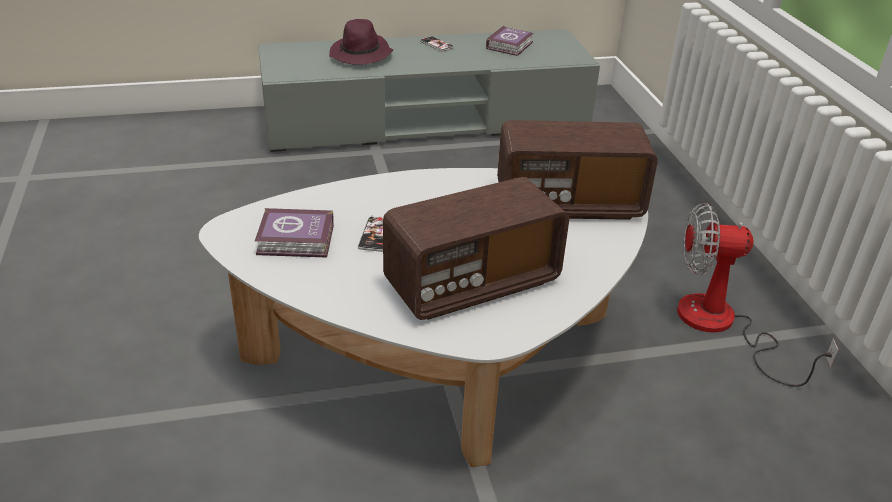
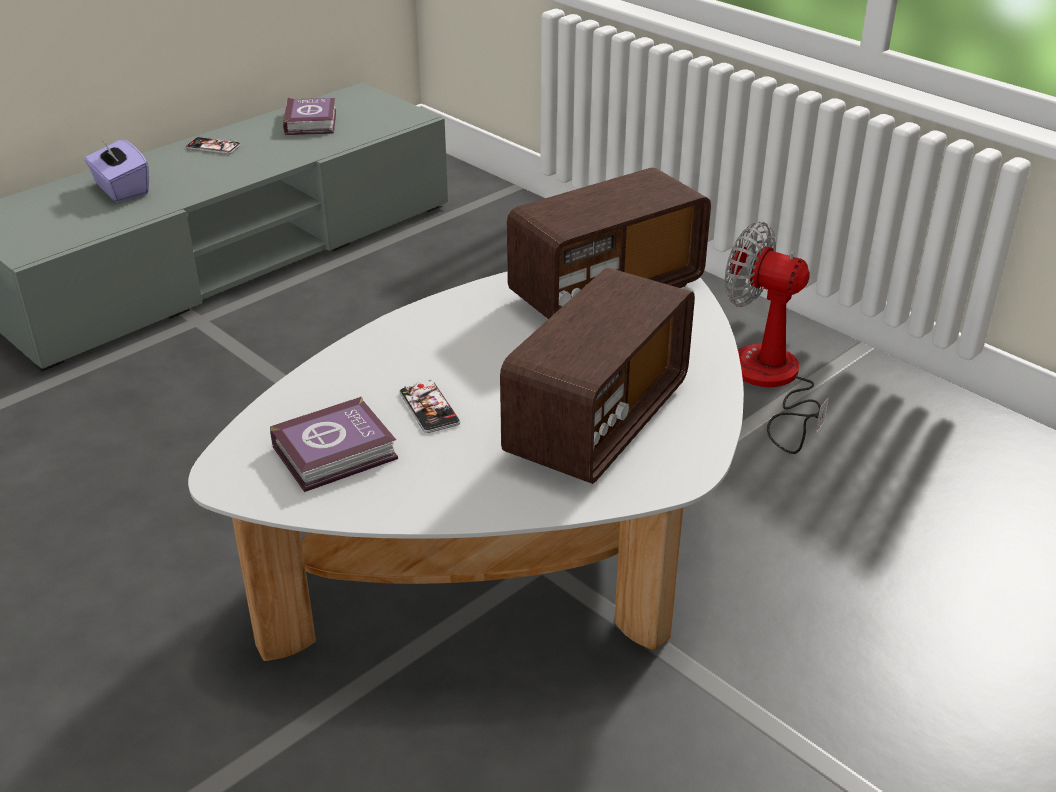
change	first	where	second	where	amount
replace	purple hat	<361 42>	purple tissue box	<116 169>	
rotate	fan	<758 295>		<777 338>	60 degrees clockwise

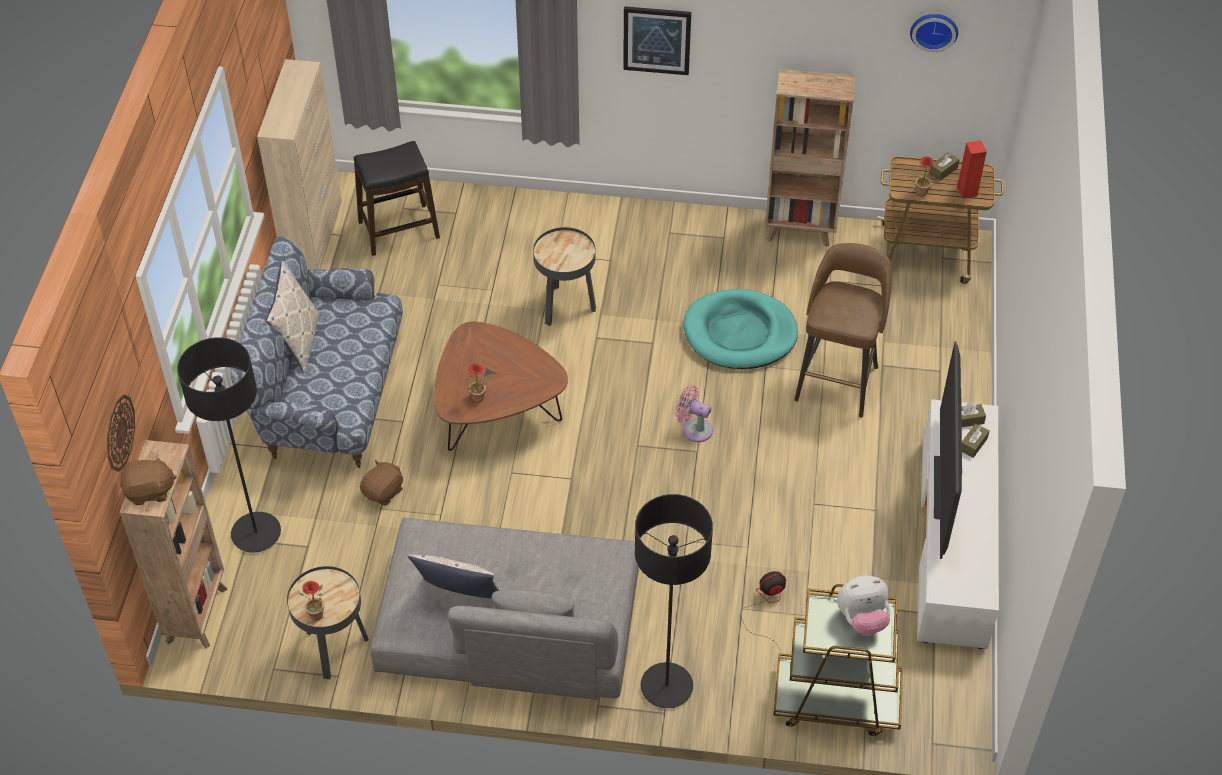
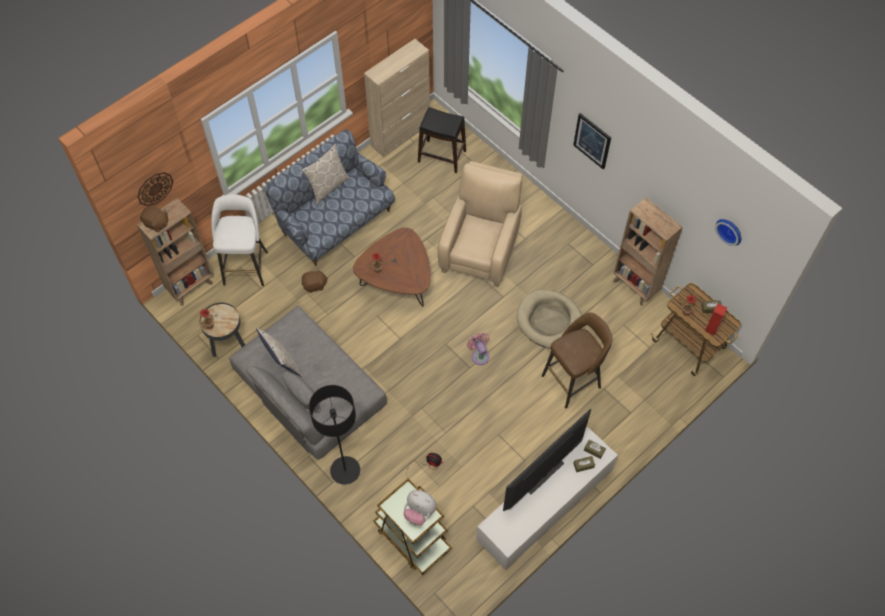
change	first	where	second	where	amount
replace	black floor lamp	<229 444>	white stool	<239 240>	
replace	black side table	<564 276>	beige armchair	<480 224>	
recolor	turquoise dog bed	<741 329>	beige dog bed	<550 319>	

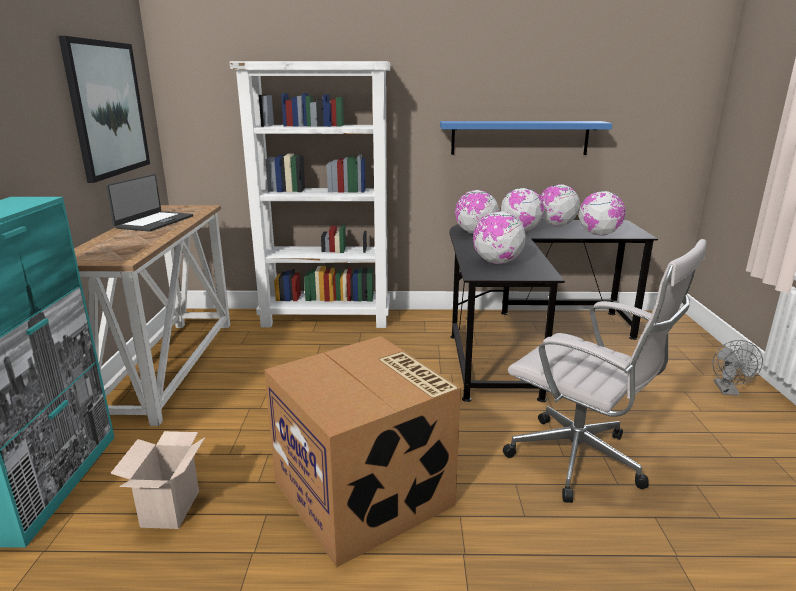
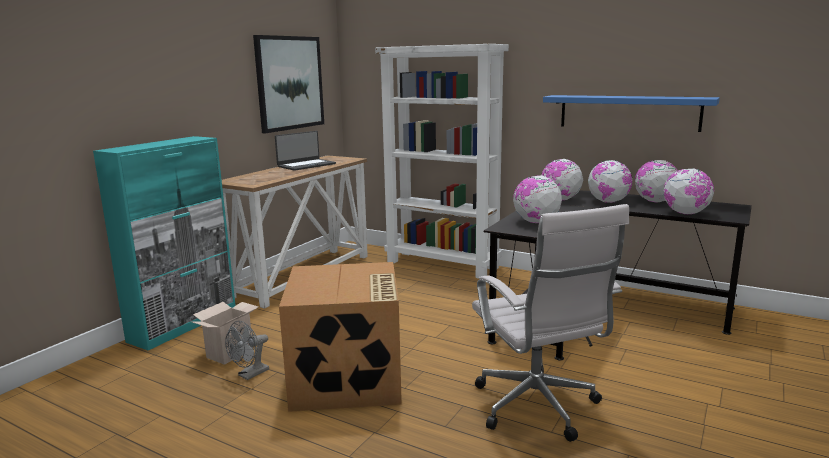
change	first	where	second	where	amount
move	grey fan	<737 368>		<247 350>	

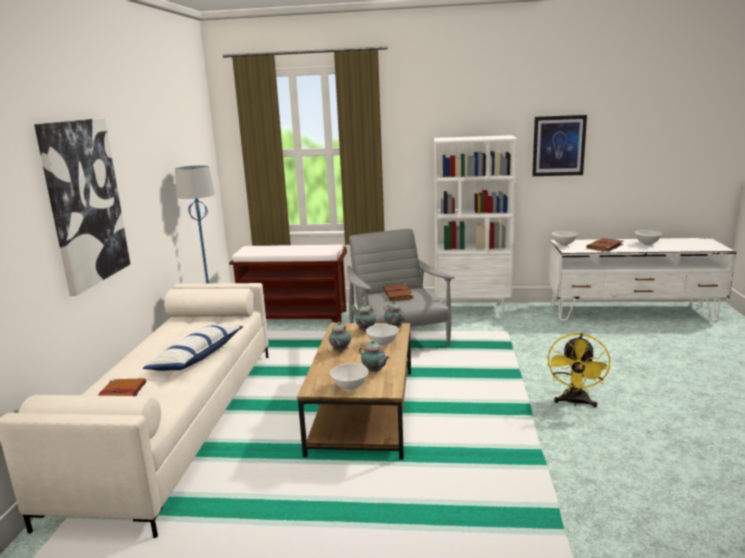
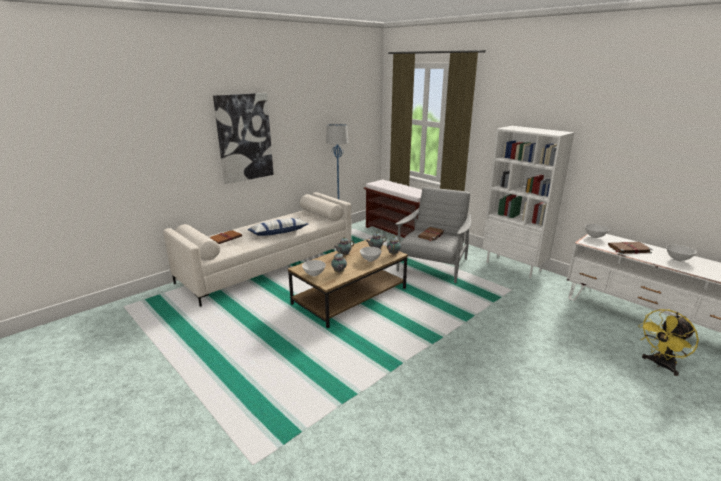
change	first	where	second	where	amount
delete	picture	<559 145>			
move	yellow fan	<579 370>		<668 342>	

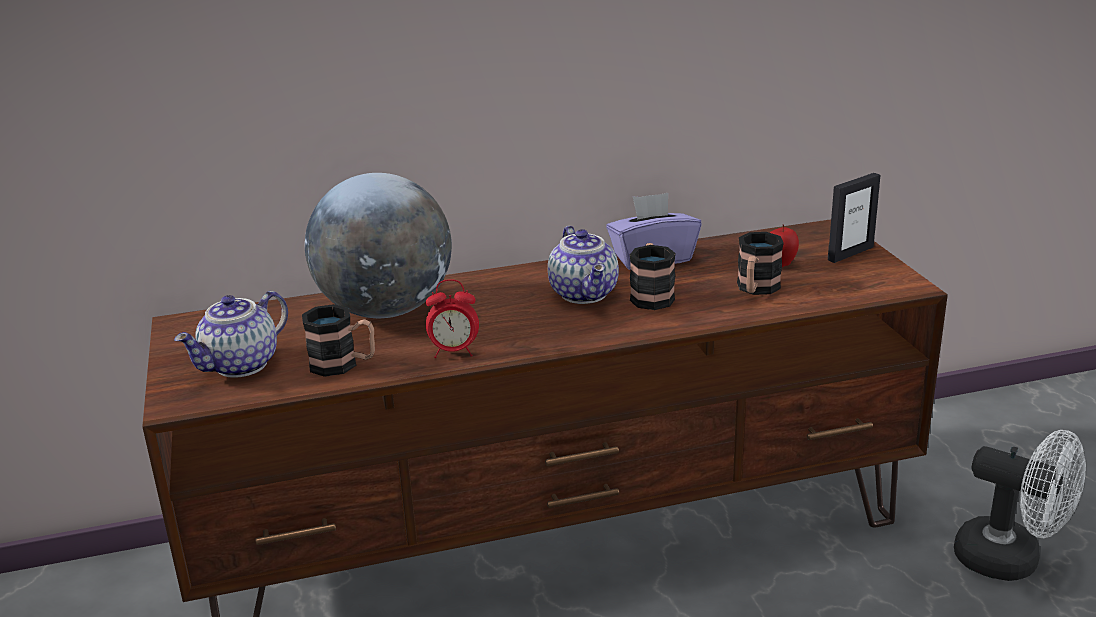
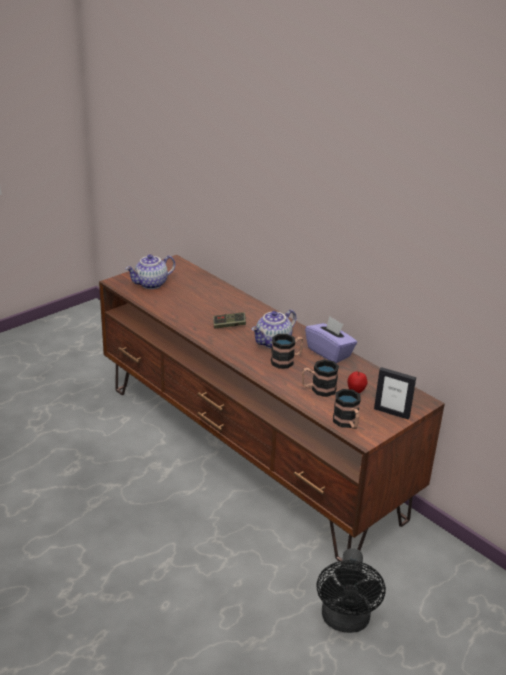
change	first	where	second	where	amount
rotate	teapot	<231 334>		<150 271>	45 degrees counterclockwise
move	mug	<338 340>		<347 409>	
delete	globe	<378 245>			
delete	alarm clock	<452 318>			
recolor	white fan	<1020 505>	black fan	<351 590>	
insert			game controller	<229 320>	

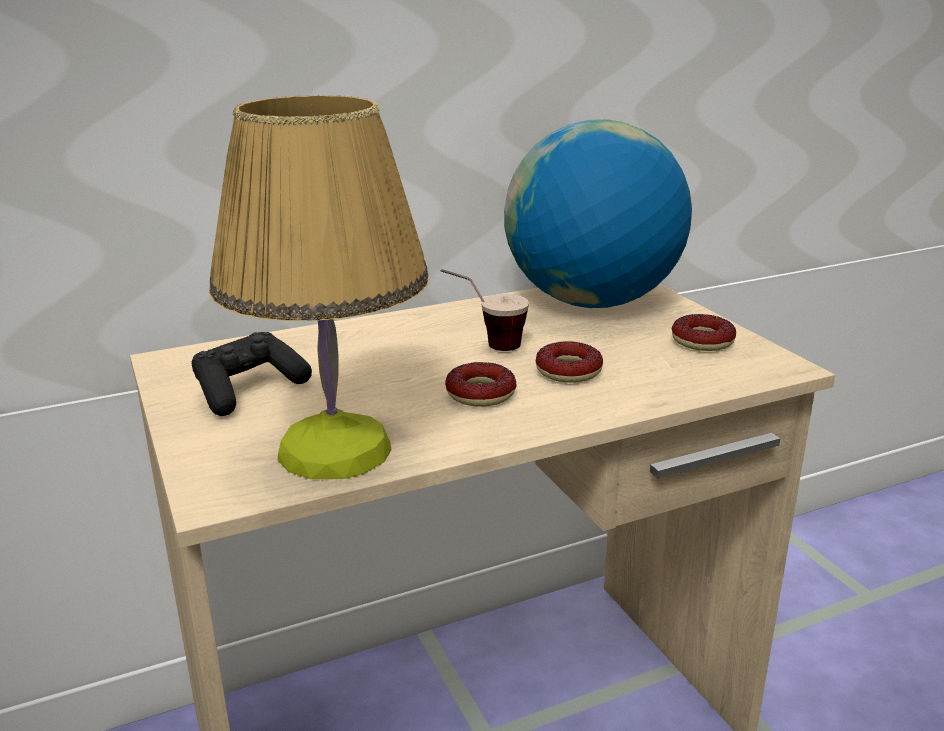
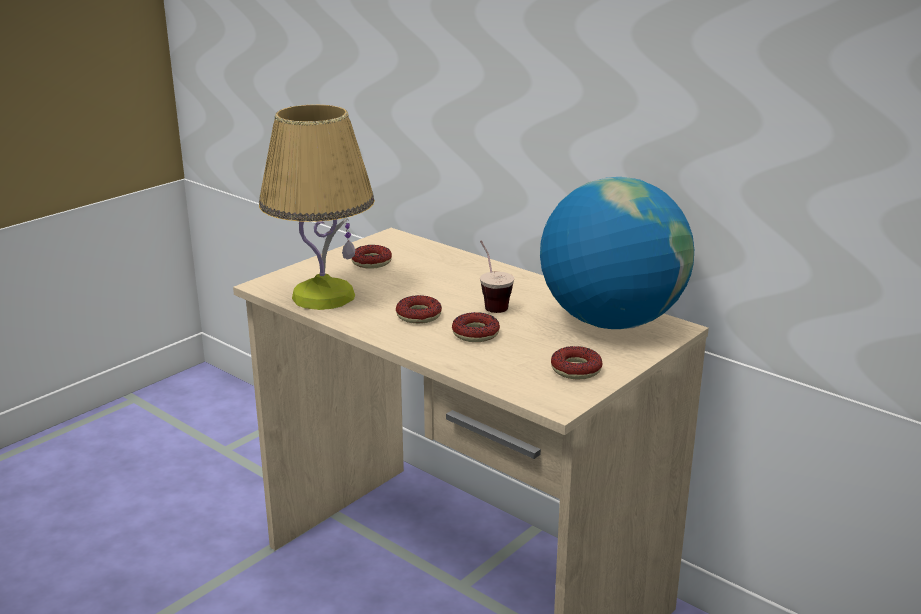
change	first	where	second	where	amount
replace	black game controller	<252 374>	donut	<371 257>	

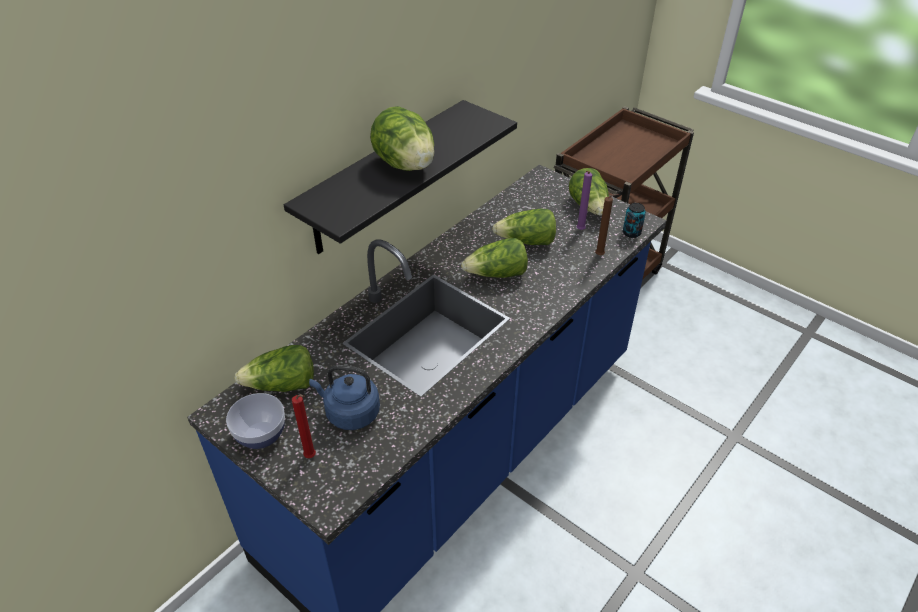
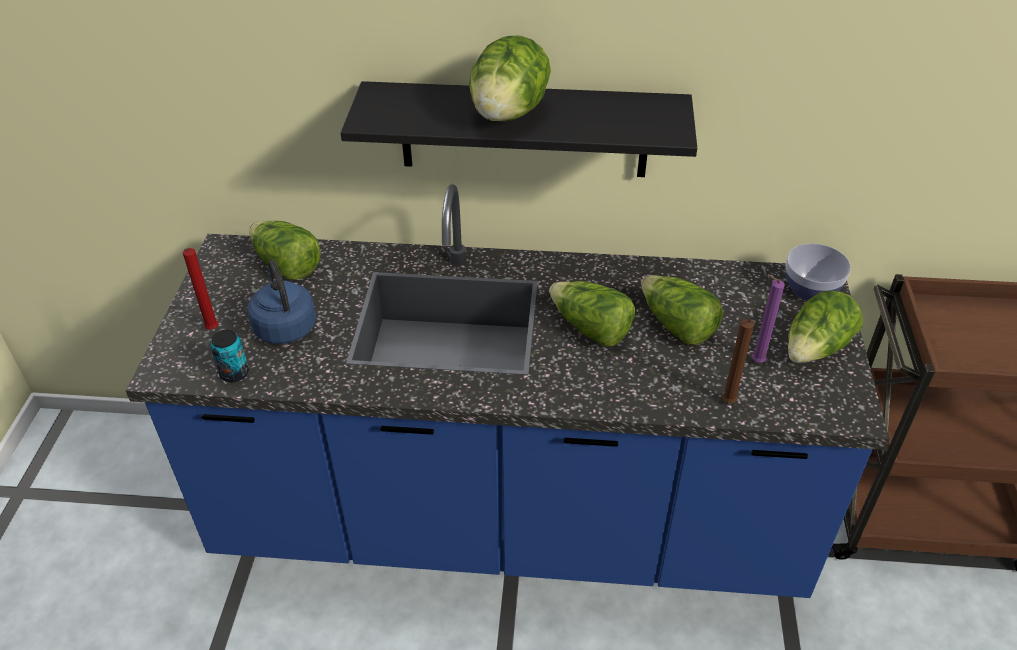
change	first	where	second	where	amount
move	bowl	<255 421>		<818 272>	
move	can	<634 220>		<229 356>	

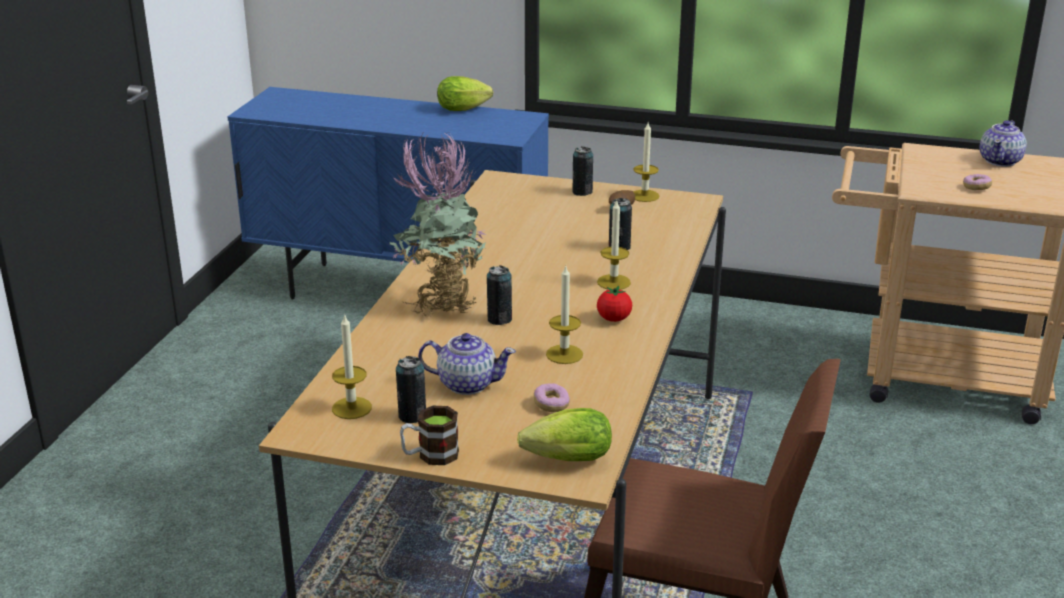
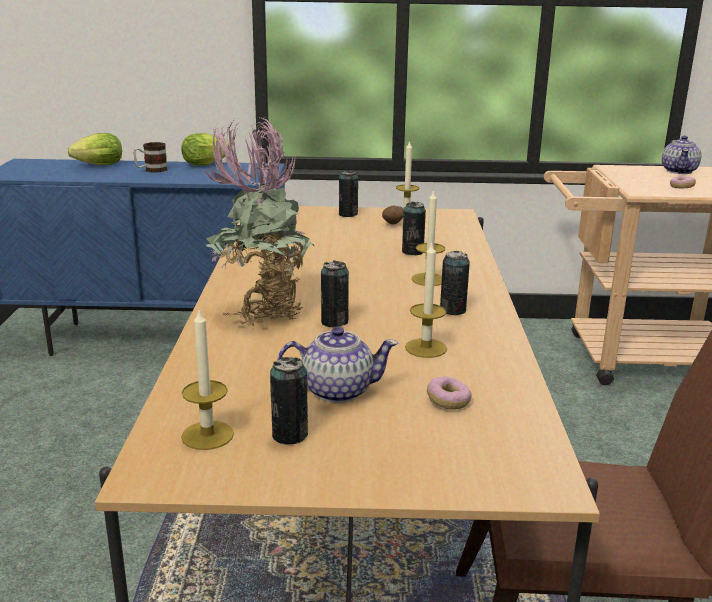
change	first	where	second	where	amount
move	mug	<429 435>		<150 157>	
move	lettuce	<564 434>		<95 149>	
replace	tomato	<614 304>	can	<455 283>	

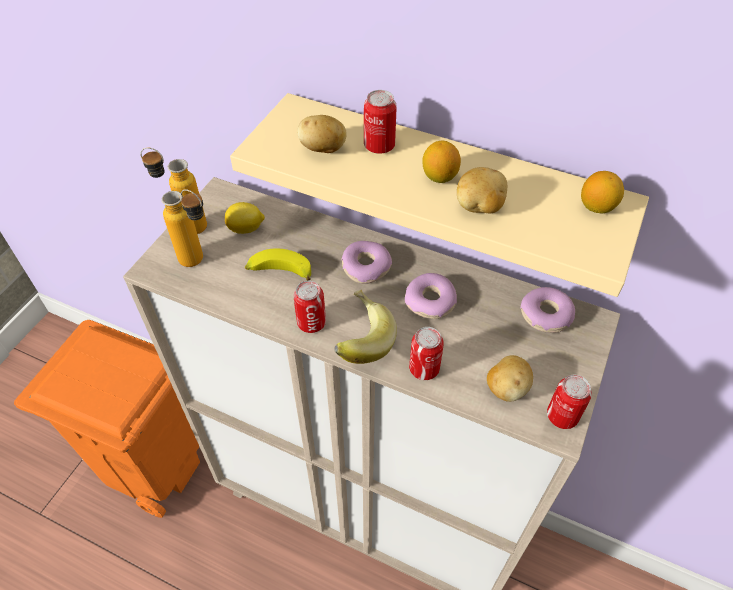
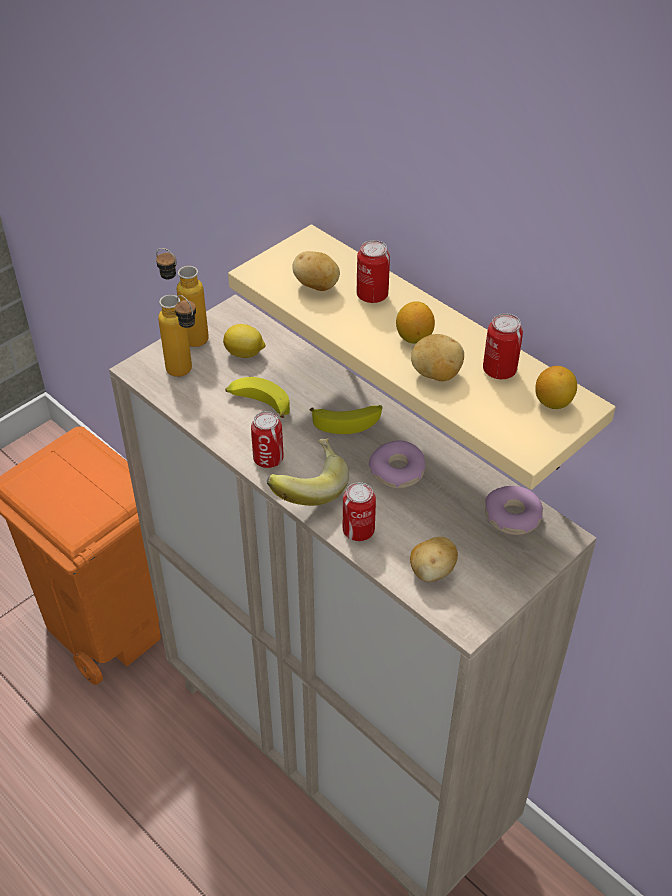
change	first	where	second	where	amount
replace	donut	<366 262>	banana	<346 419>	
move	can	<569 401>		<503 346>	

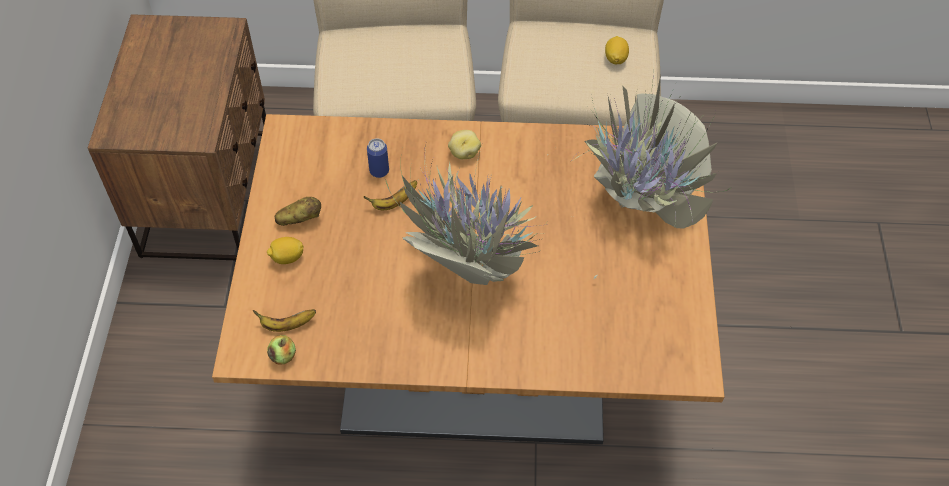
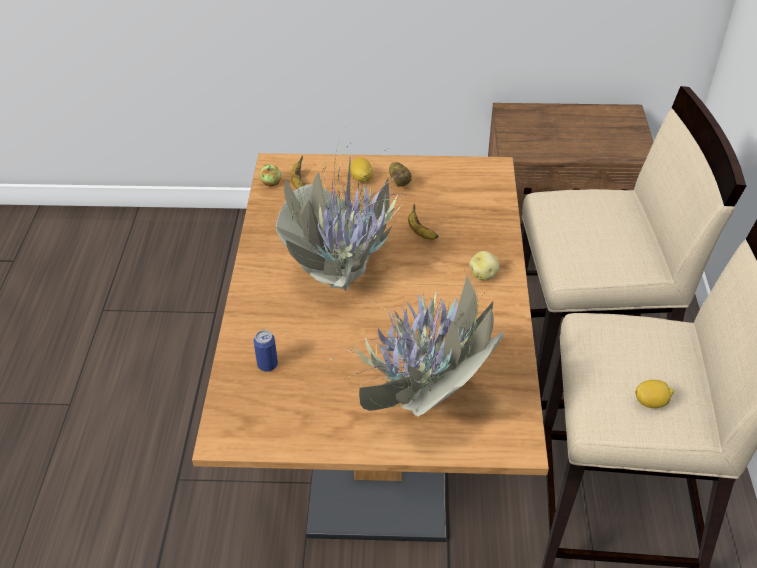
change	first	where	second	where	amount
move	can	<378 158>		<266 351>	

